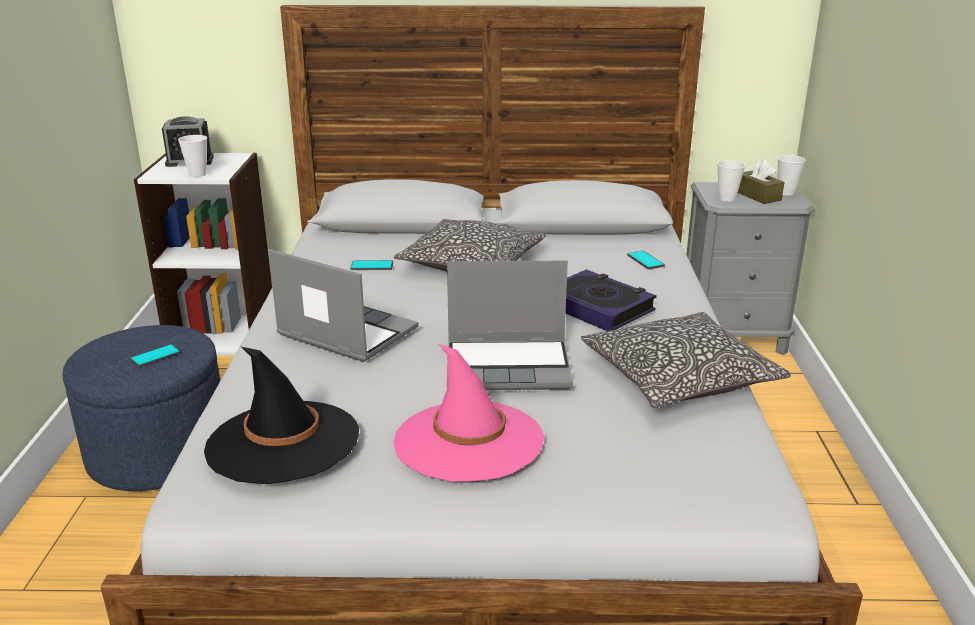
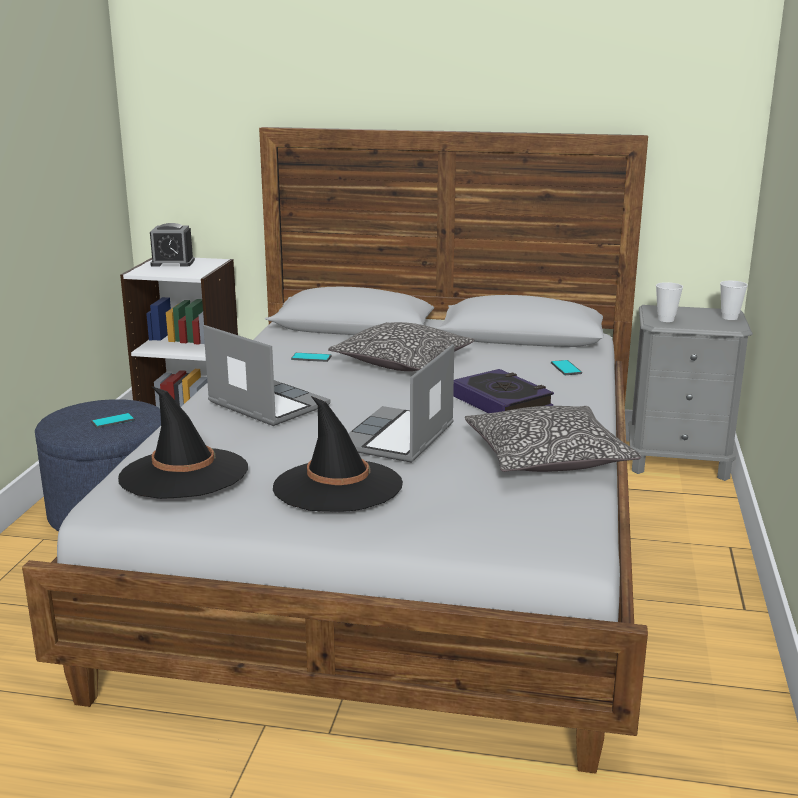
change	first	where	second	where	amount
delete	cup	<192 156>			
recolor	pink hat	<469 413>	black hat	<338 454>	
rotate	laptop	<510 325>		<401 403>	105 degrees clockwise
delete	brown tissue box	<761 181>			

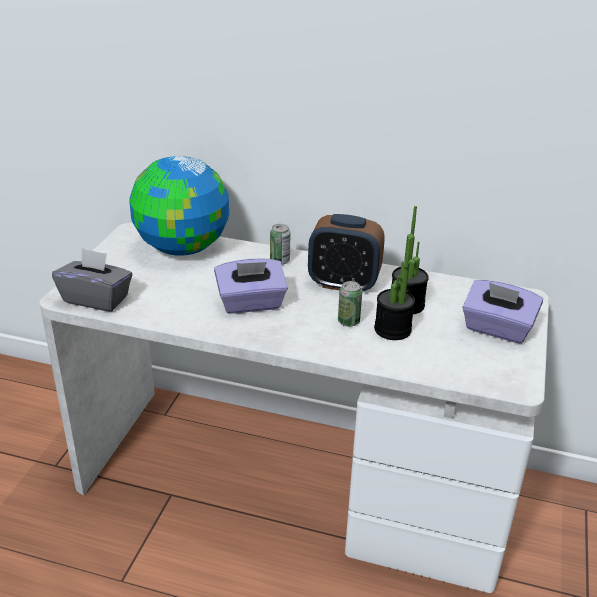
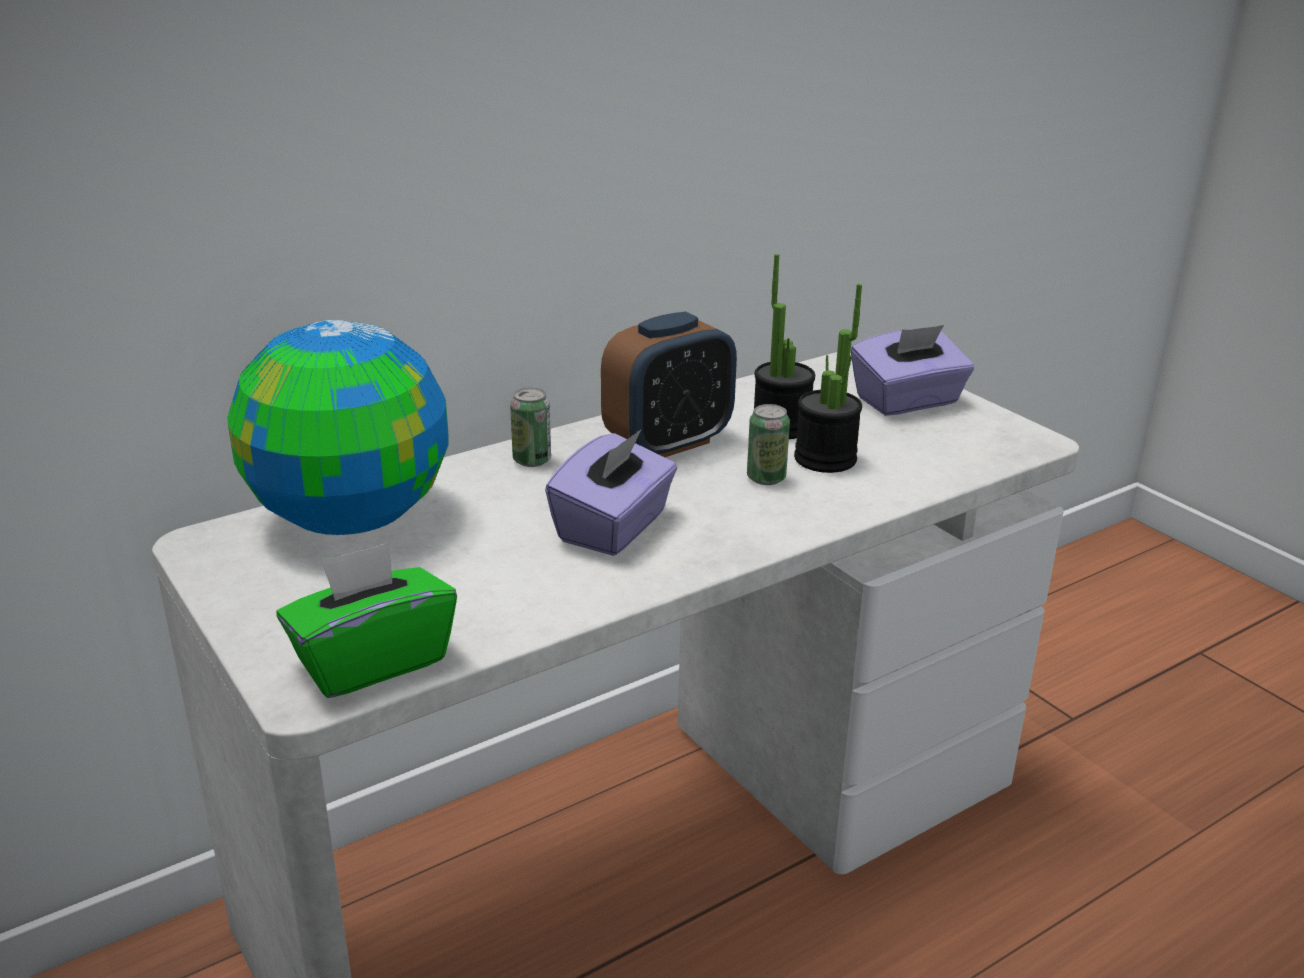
change	first	where	second	where	amount
recolor	grey tissue box	<92 279>	green tissue box	<366 620>	

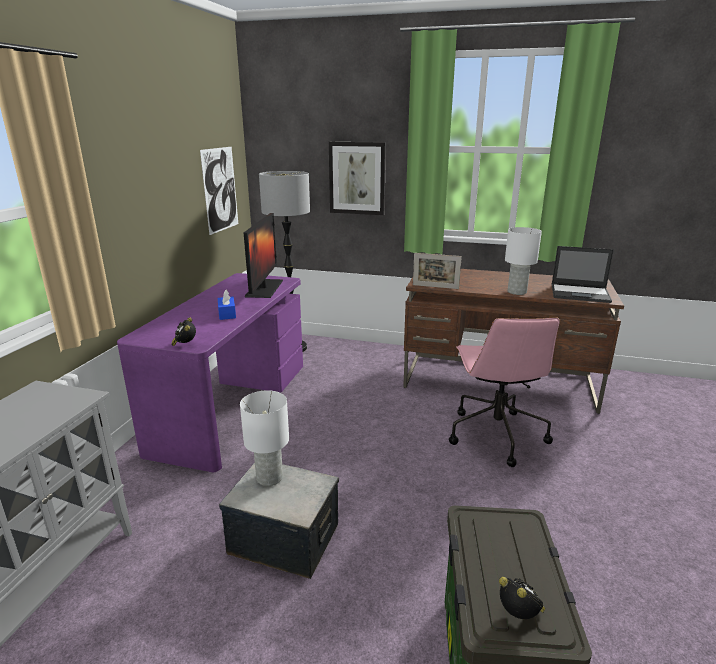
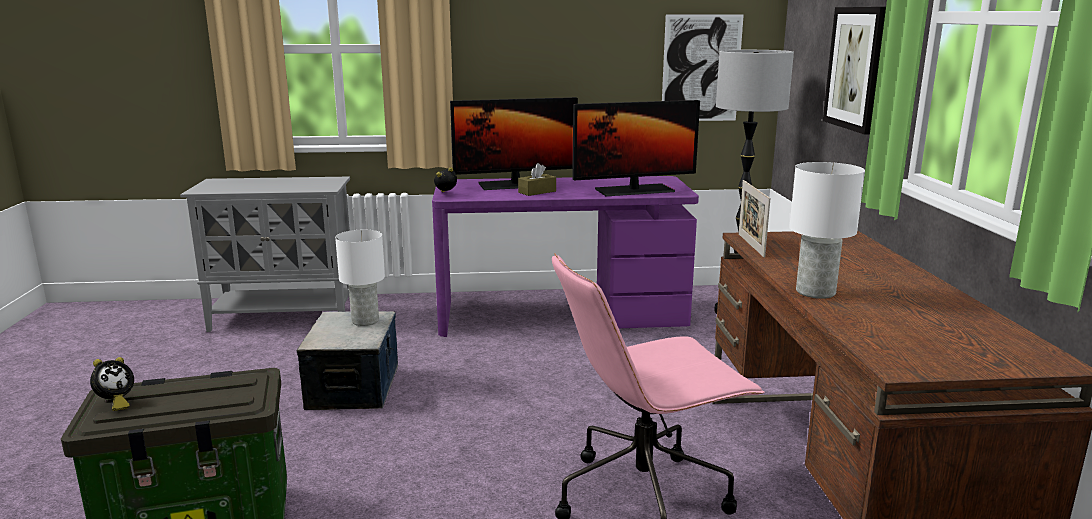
change	first	where	second	where	amount
recolor	blue tissue box	<227 305>	brown tissue box	<537 179>	
delete	laptop	<582 274>			
insert			monitor	<514 143>	

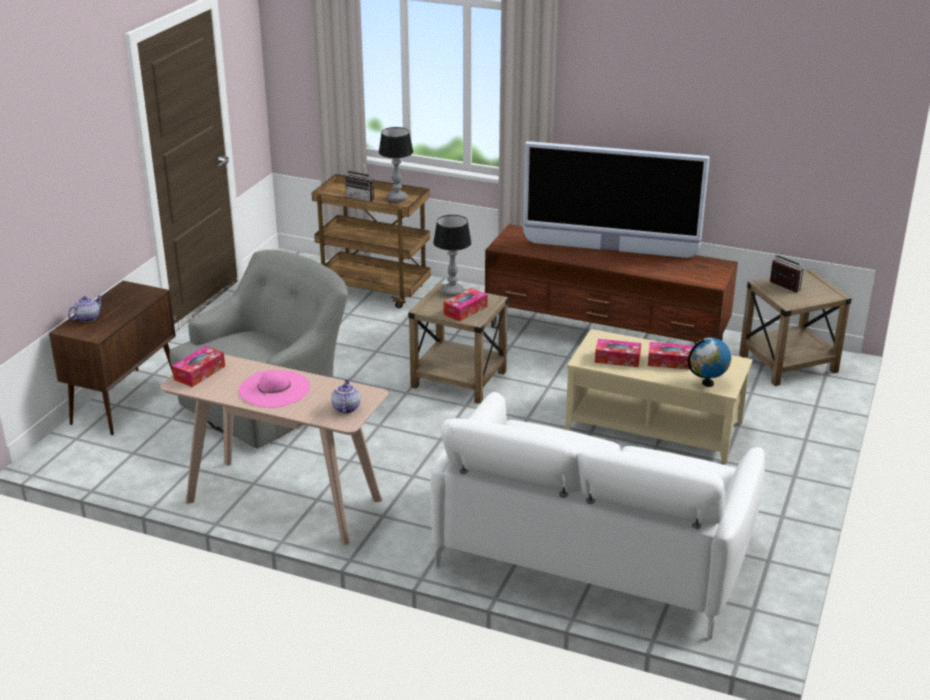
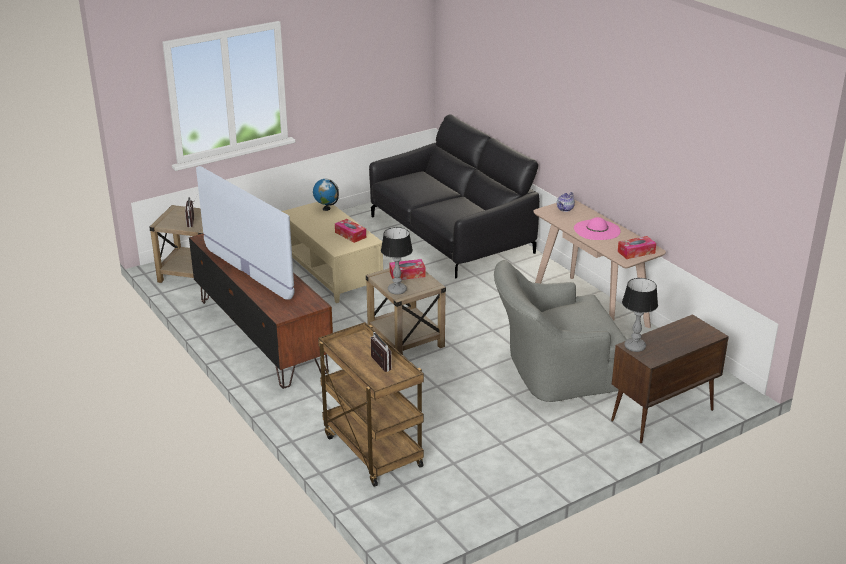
change	first	where	second	where	amount
delete	teapot	<85 308>			
move	table lamp	<396 164>		<640 315>	
recolor	white sofa	<597 516>	black sofa	<454 196>	
delete	tissue box	<671 356>			

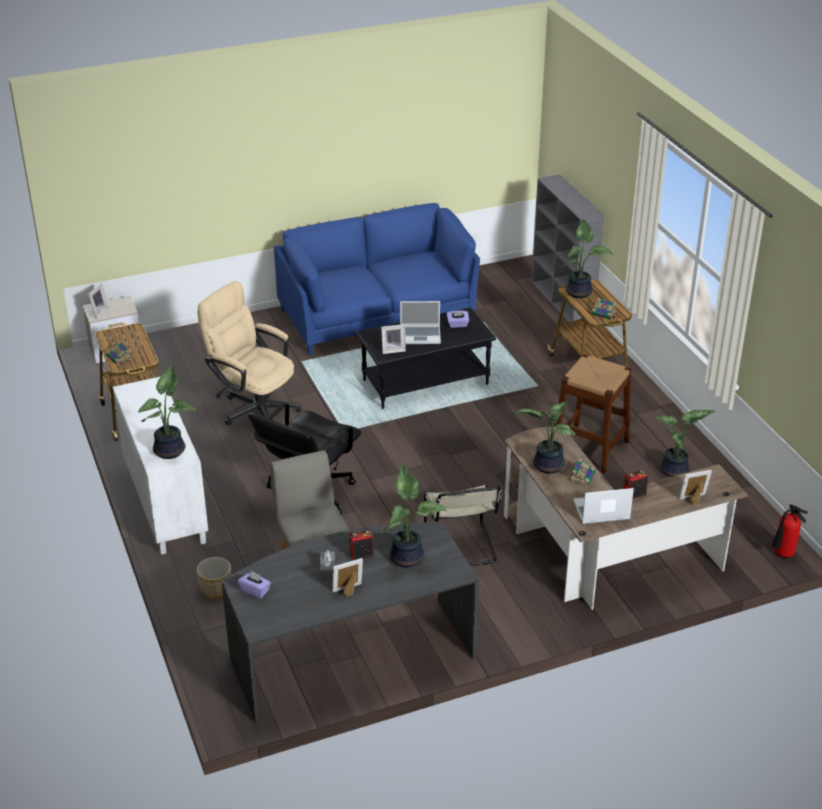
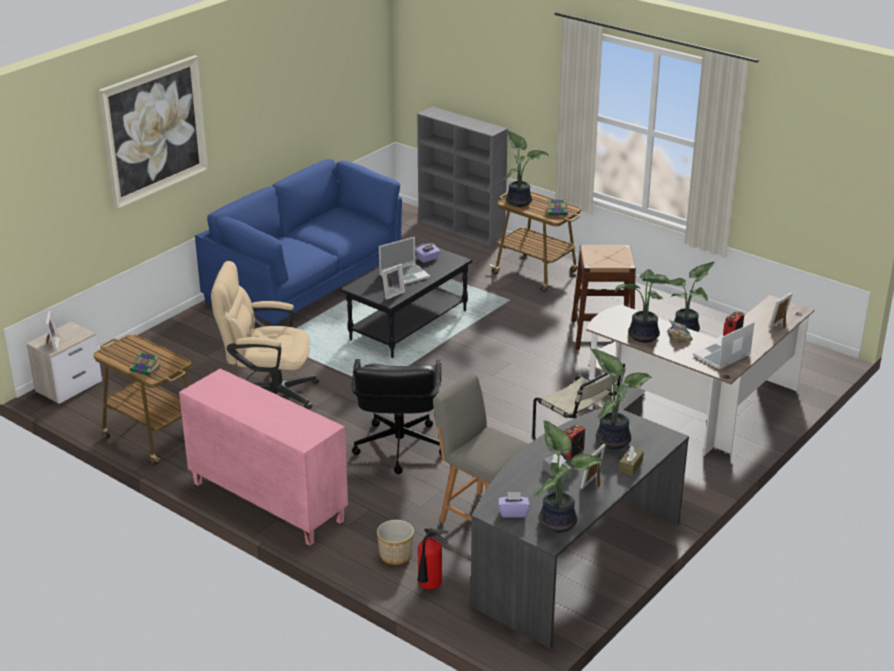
change	first	where	second	where	amount
recolor	white cabinet	<160 466>	pink cabinet	<263 457>	
move	potted plant	<167 412>		<568 476>	
move	fire extinguisher	<790 531>		<432 559>	
insert			picture	<153 132>	
insert			brown tissue box	<631 460>	

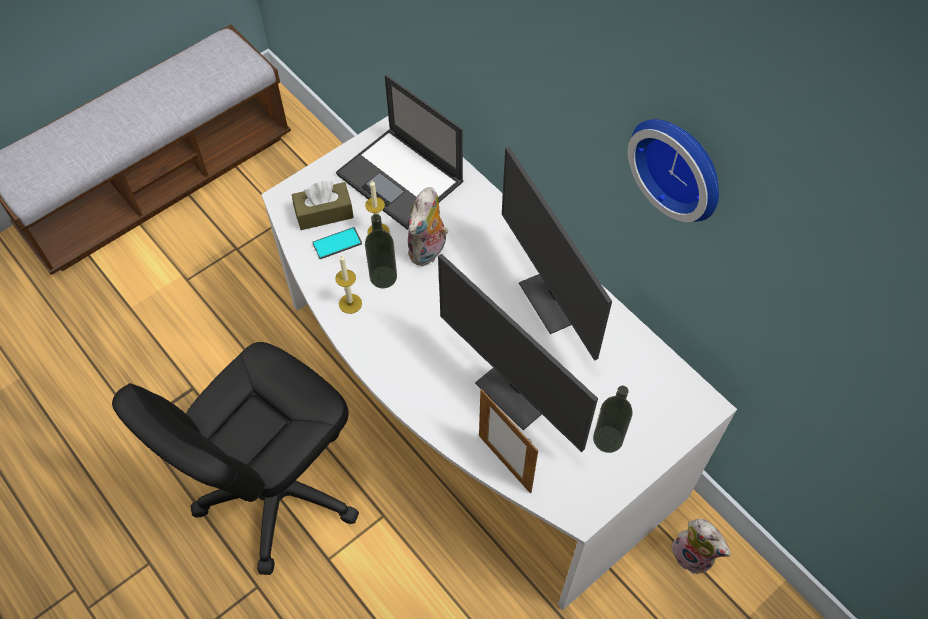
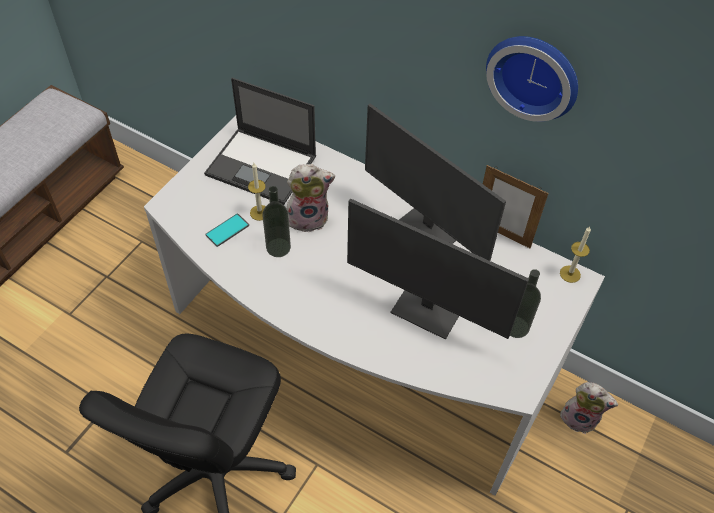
change	first	where	second	where	amount
delete	brown tissue box	<323 205>			
move	candle	<348 284>		<575 255>	
rotate	plush toy	<427 226>		<311 198>	105 degrees counterclockwise
move	picture frame	<508 441>		<516 206>	

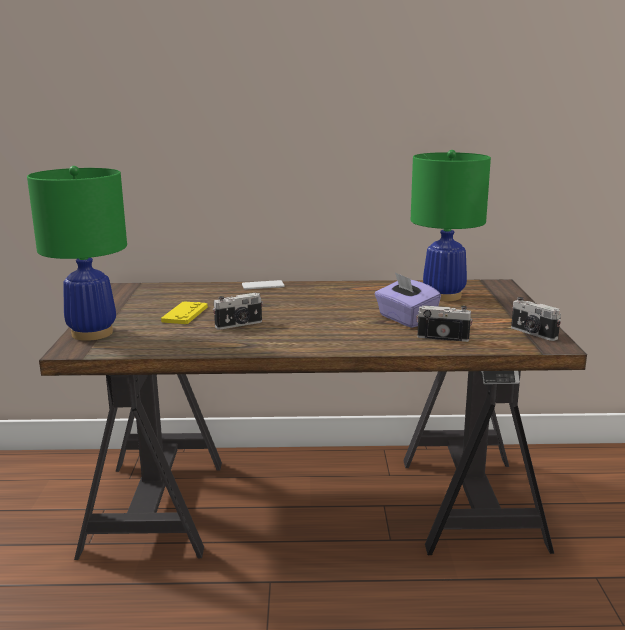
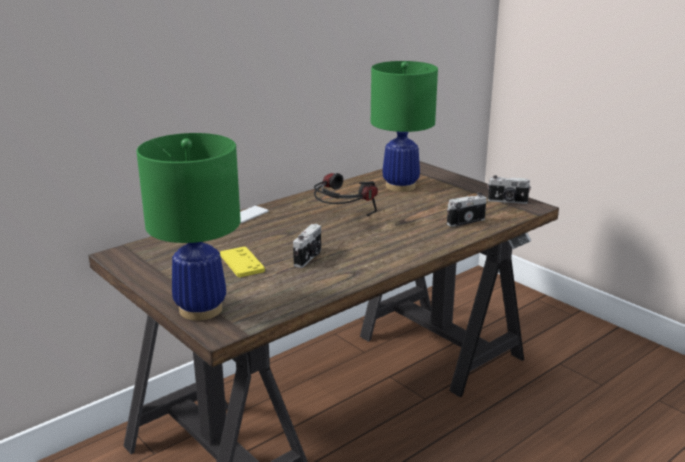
change	first	where	second	where	amount
delete	purple tissue box	<408 300>			
insert			headphones	<346 194>	

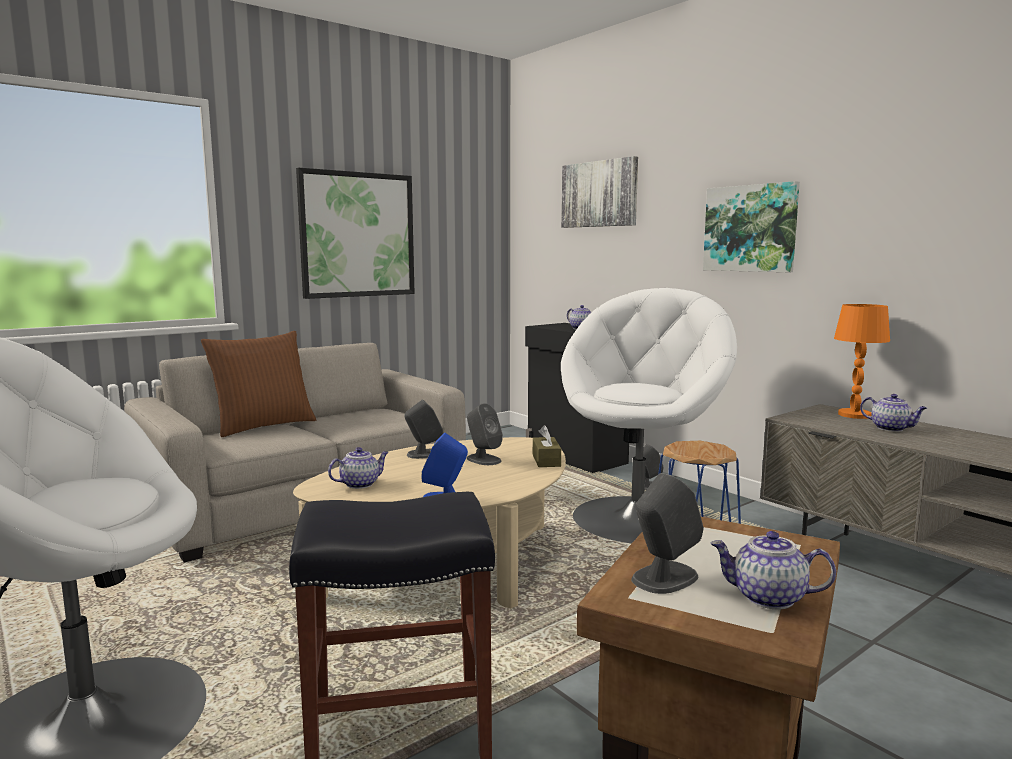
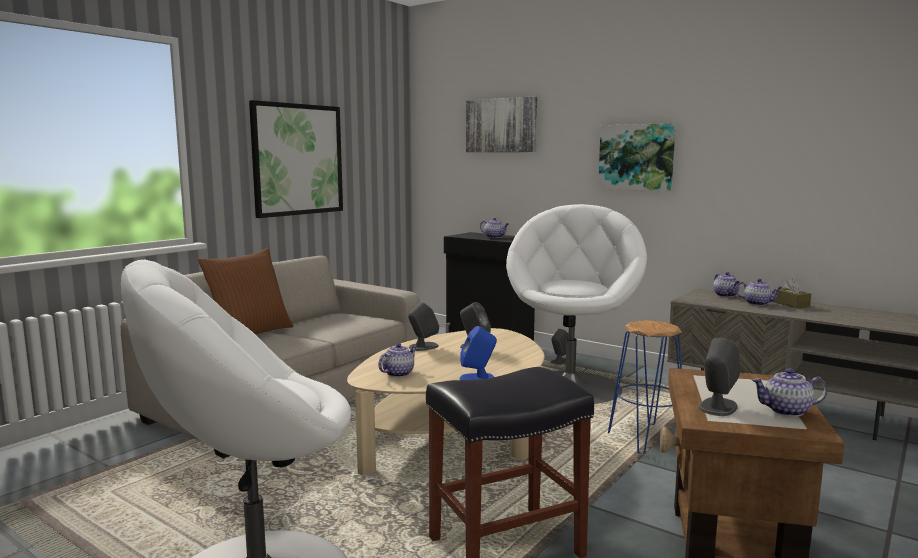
change	first	where	second	where	amount
move	brown tissue box	<547 446>		<792 293>	
replace	orange table lamp	<862 361>	teapot	<726 284>	

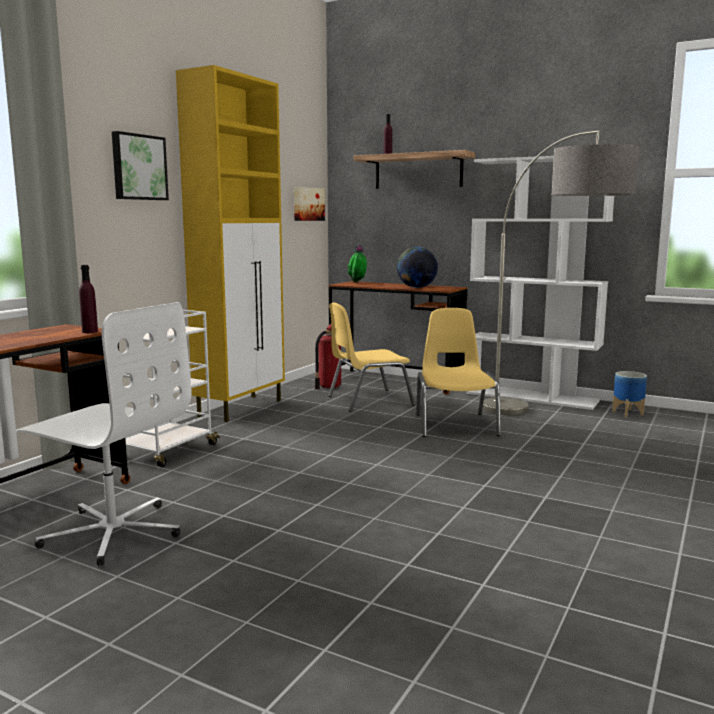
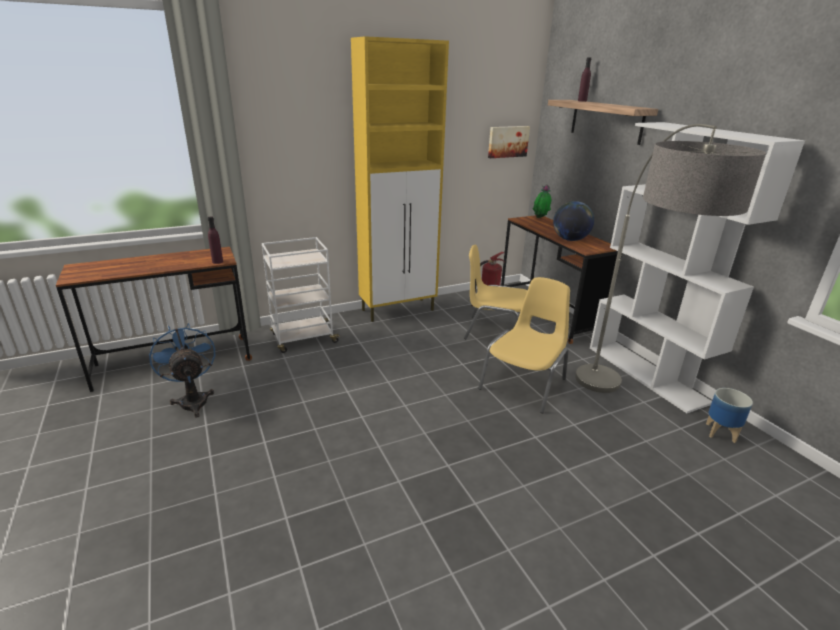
change	first	where	second	where	amount
replace	white office chair	<103 434>	blue fan	<182 370>	
delete	picture	<140 165>			

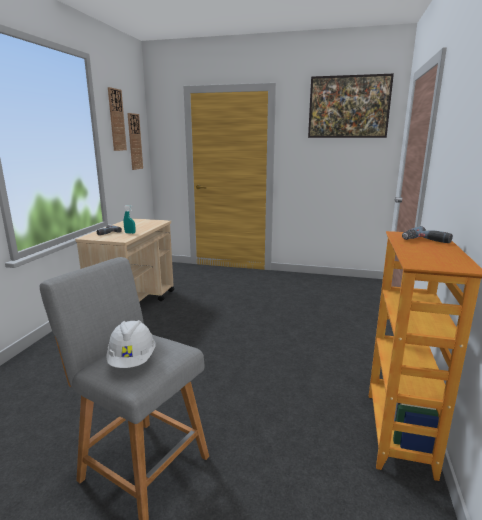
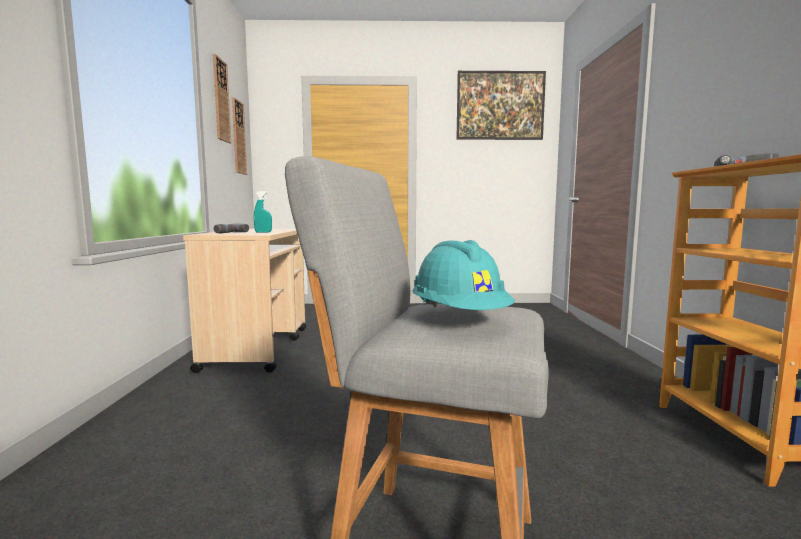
change	first	where	second	where	amount
recolor	white hard hat	<130 344>	turquoise hard hat	<463 275>	

